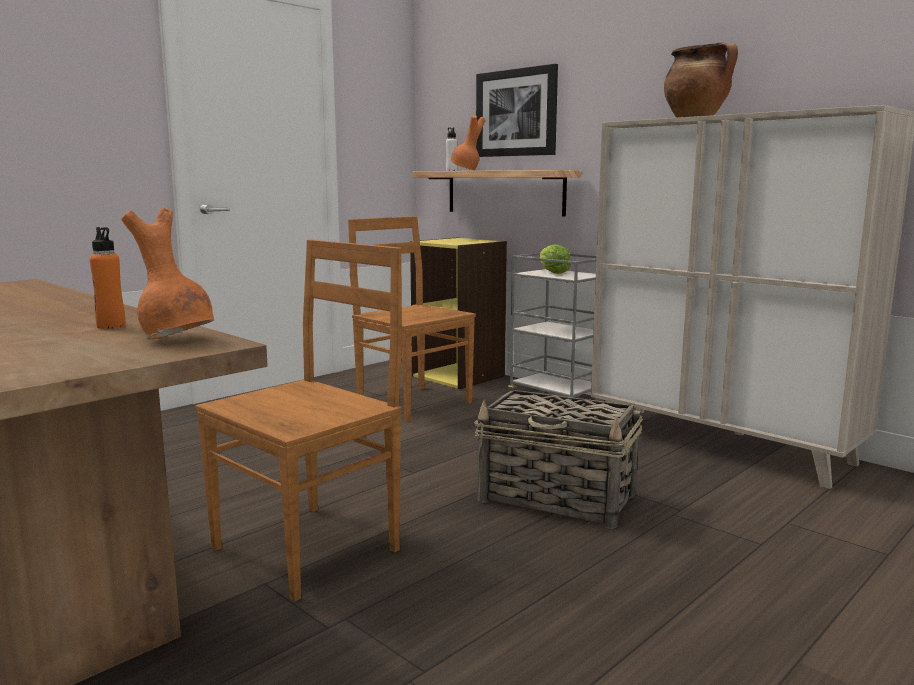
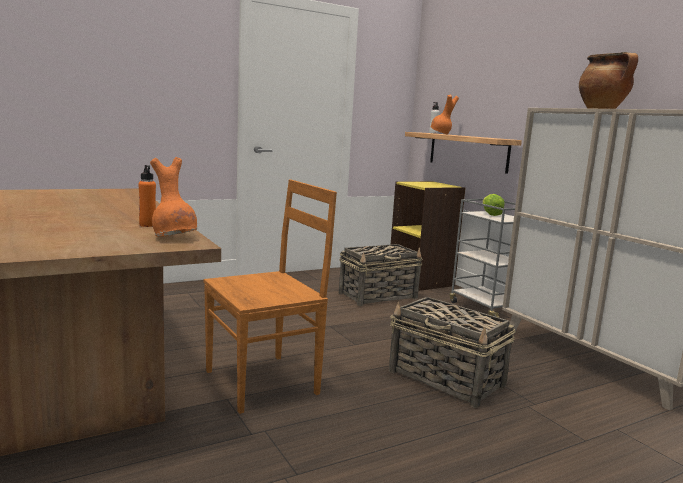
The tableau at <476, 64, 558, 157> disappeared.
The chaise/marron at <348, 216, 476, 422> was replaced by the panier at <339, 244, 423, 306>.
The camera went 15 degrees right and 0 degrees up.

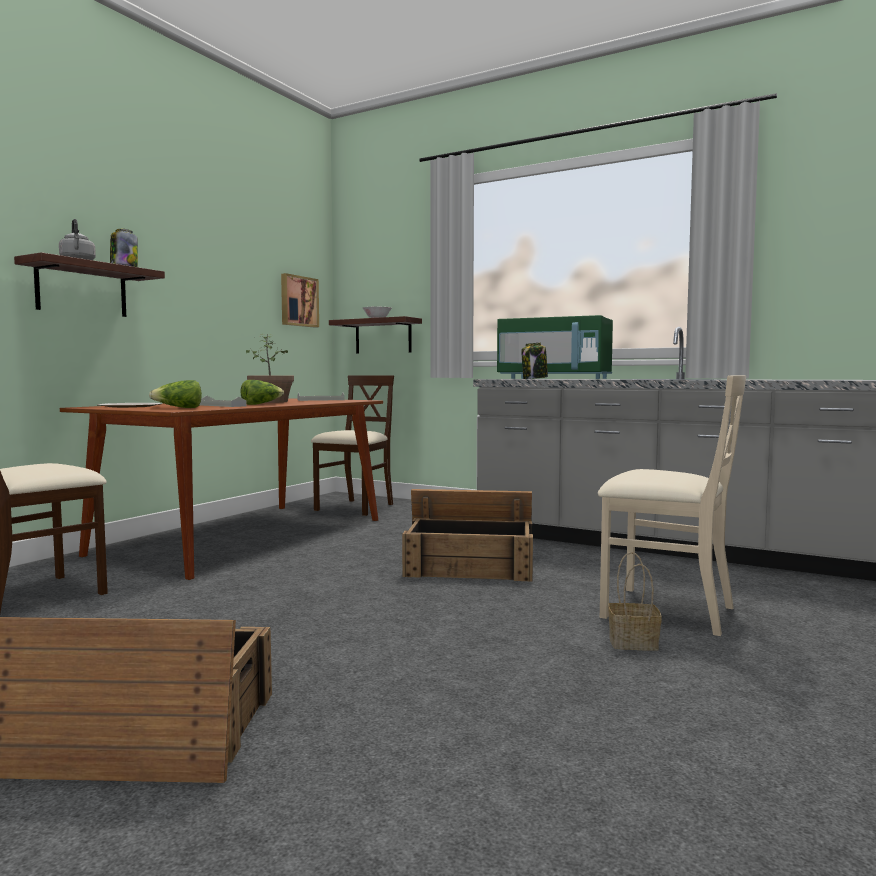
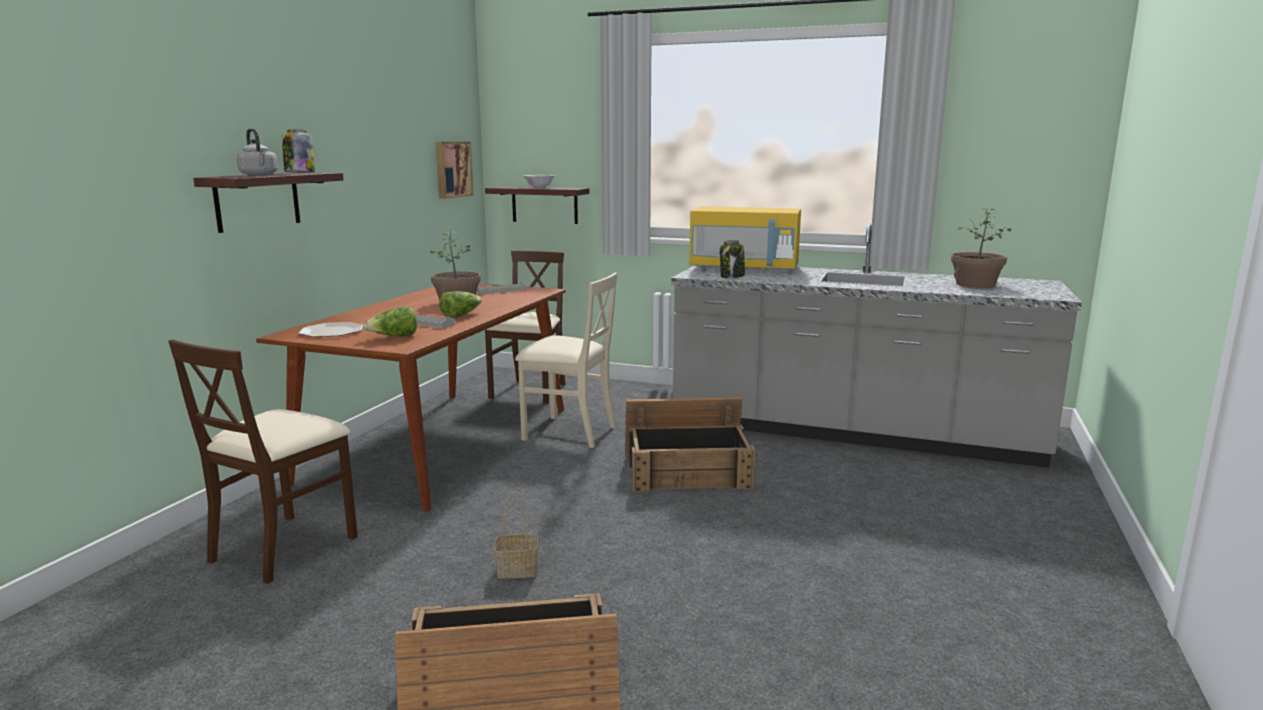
The plante en pot at <951, 209, 1011, 288> appeared.
The chaise/beige moved from <598, 375, 746, 636> to <515, 273, 618, 448>.
The panier moved from <608, 552, 662, 651> to <495, 492, 538, 579>.
The micro-ondes/vert at <497, 315, 613, 379> became the micro-ondes/jaune at <689, 206, 801, 273>.
The camera went 10 degrees left and 10 degrees up.

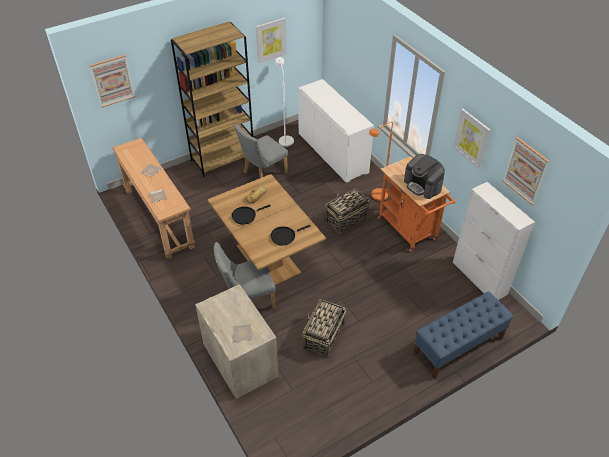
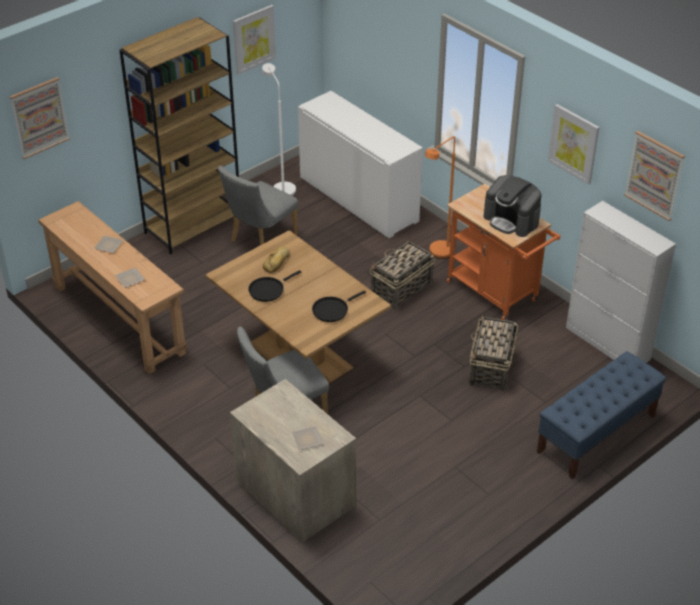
The panier moved from <302, 297, 346, 358> to <469, 314, 518, 391>.
The camera went 10 degrees left and 5 degrees down.

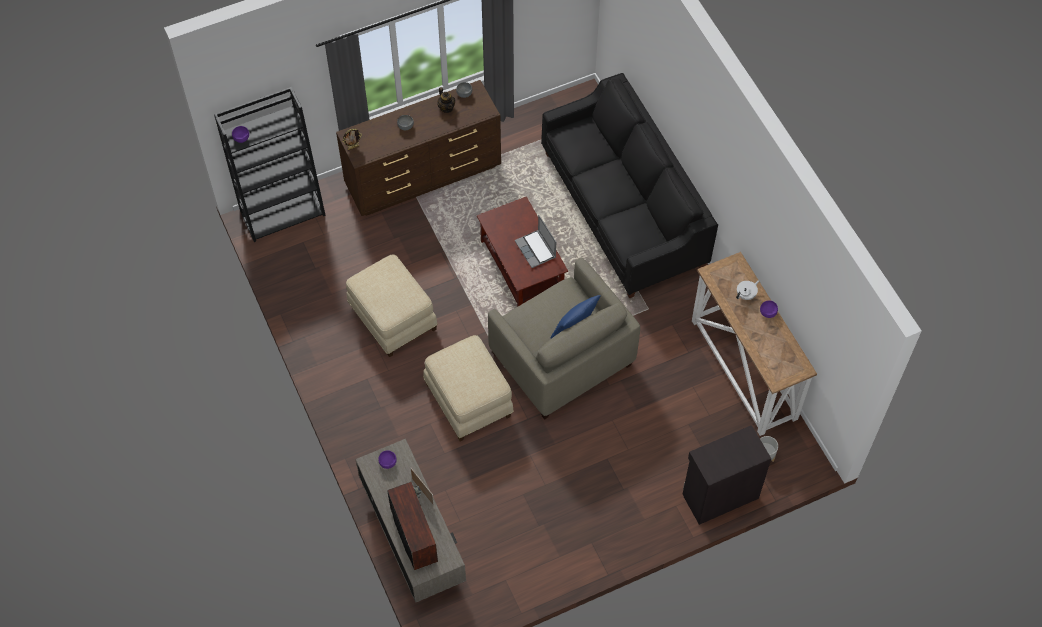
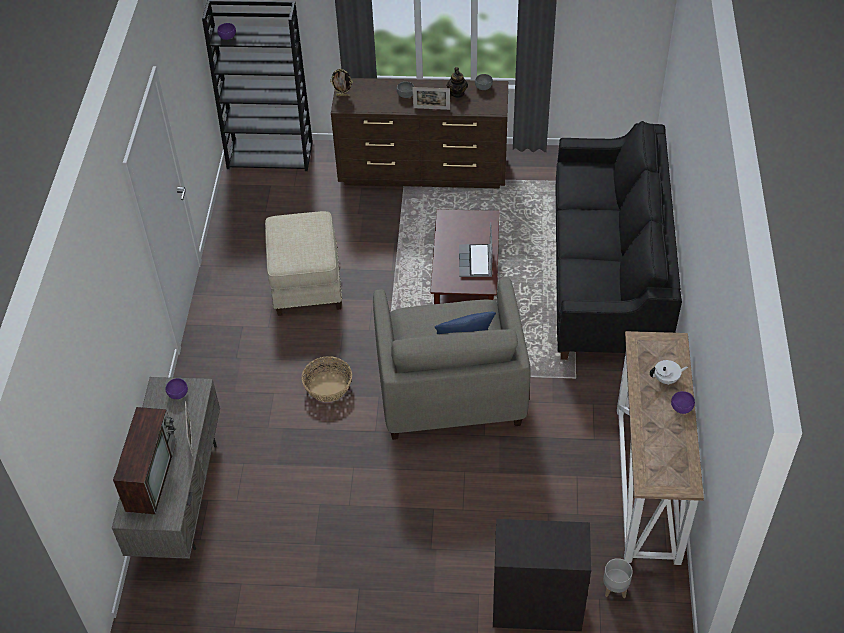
The cadre photo at <412, 87, 450, 110> appeared.
The pouf/beige at <423, 335, 514, 442> was replaced by the panier at <301, 356, 352, 402>.
The camera went 30 degrees right and 10 degrees down.

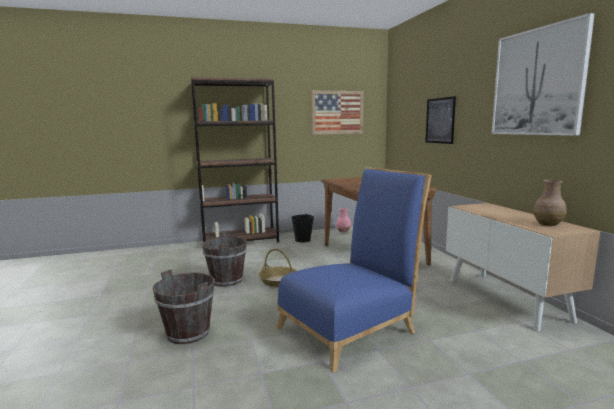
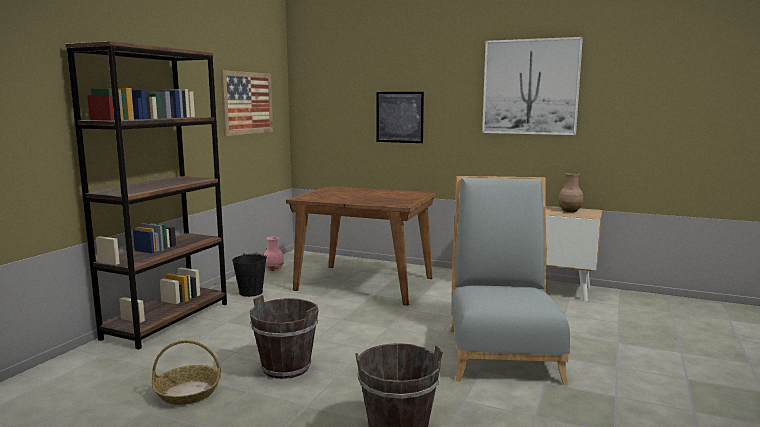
The panier moved from <259, 249, 297, 287> to <152, 340, 221, 405>.
The chaise/bleu at <276, 167, 432, 373> became the chaise/gris at <450, 176, 570, 385>.
The camera went 50 degrees left and 0 degrees up.

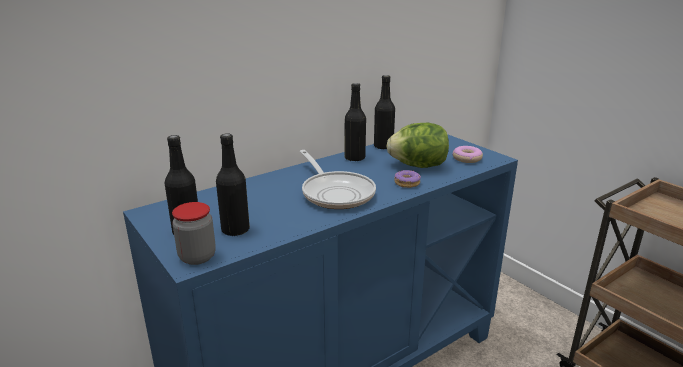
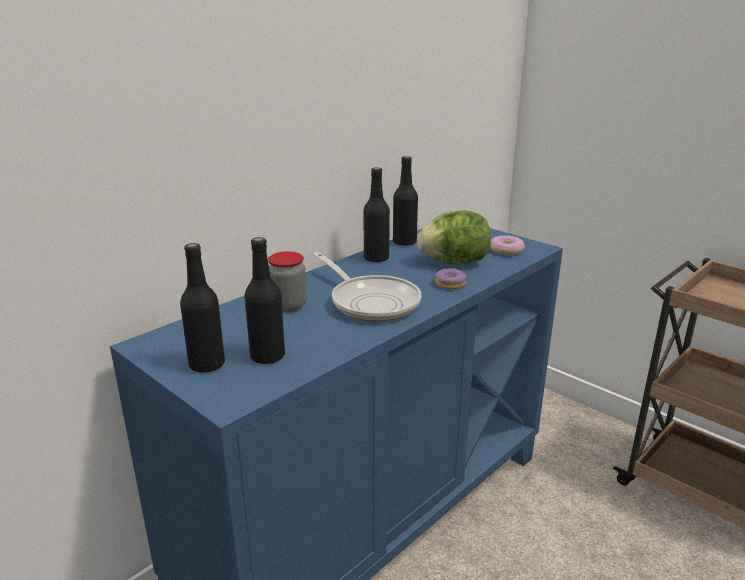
The bocal moved from <172, 202, 216, 265> to <268, 251, 307, 312>.
The camera went 10 degrees left and 0 degrees up.

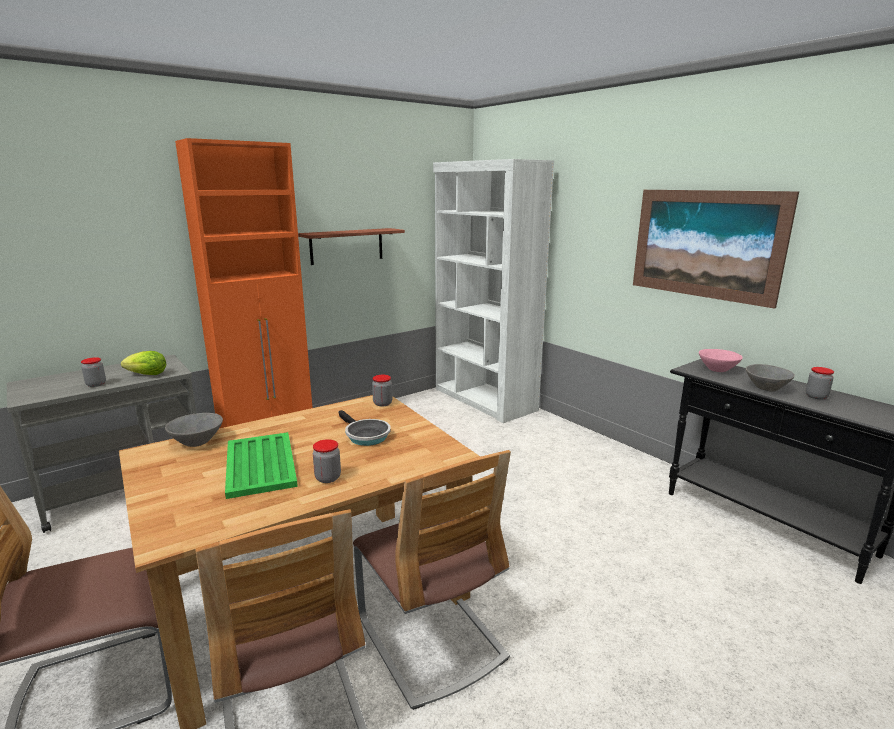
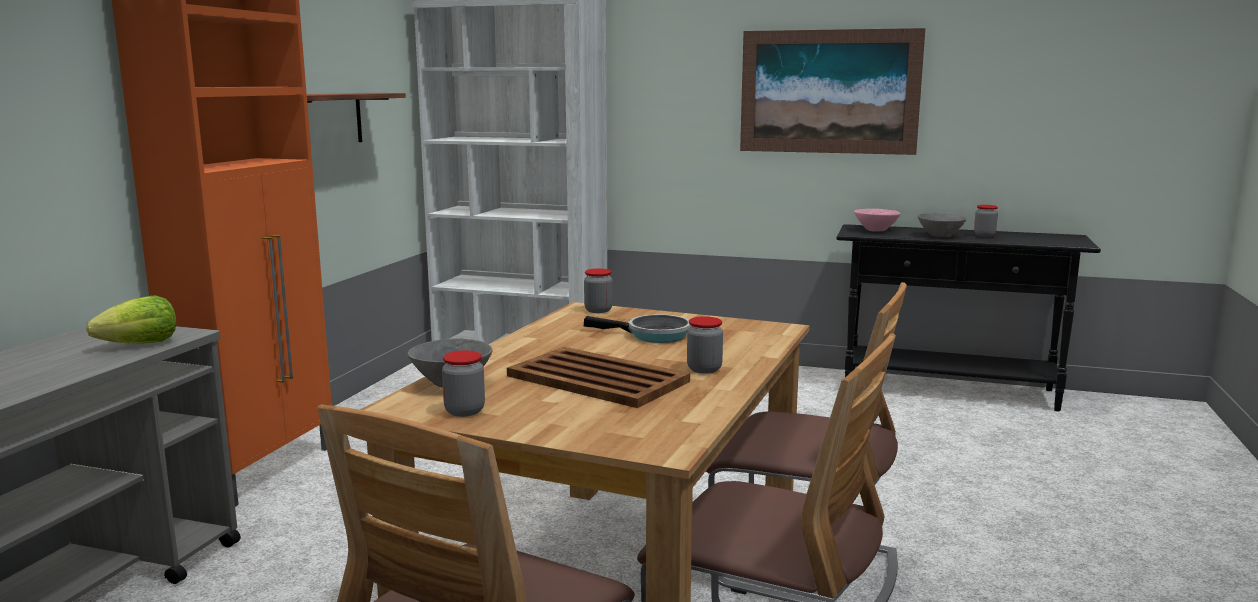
The bocal moved from <81, 357, 106, 387> to <442, 350, 485, 417>.
The plateau/vert at <225, 432, 298, 499> became the plateau/marron at <507, 347, 690, 408>.
The camera went 35 degrees left and 5 degrees down.

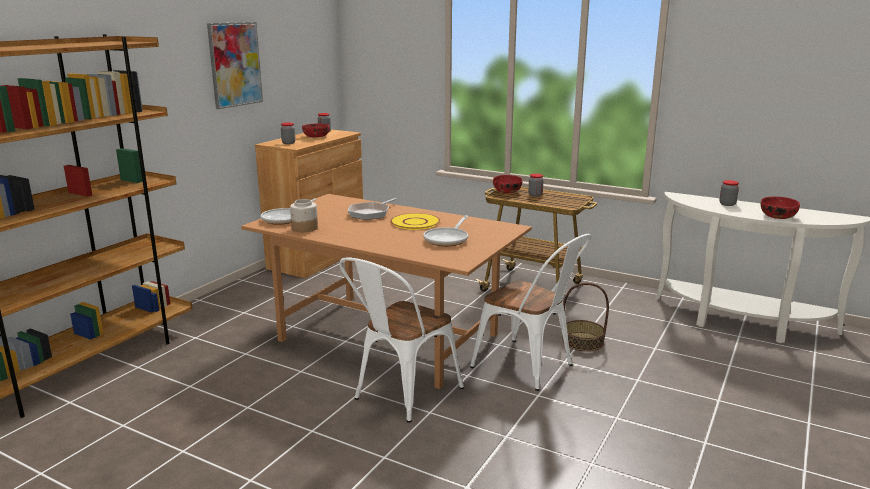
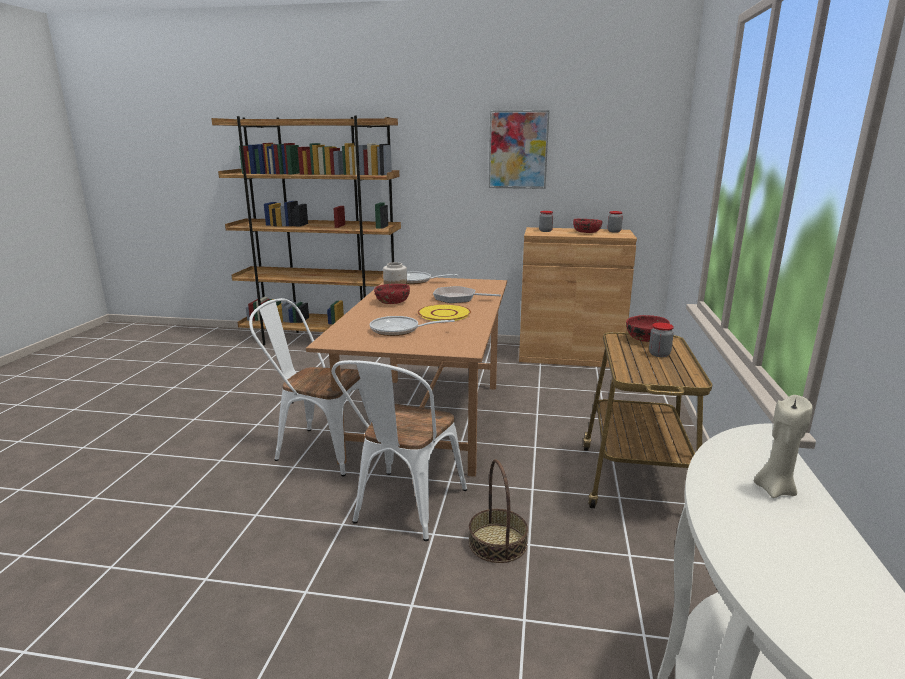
The bol/rouge moved from <761, 197, 800, 219> to <374, 284, 410, 304>.
The bocal at <719, 180, 739, 206> was replaced by the bougie/beige at <754, 395, 813, 498>.
The camera went 70 degrees right and 0 degrees up.

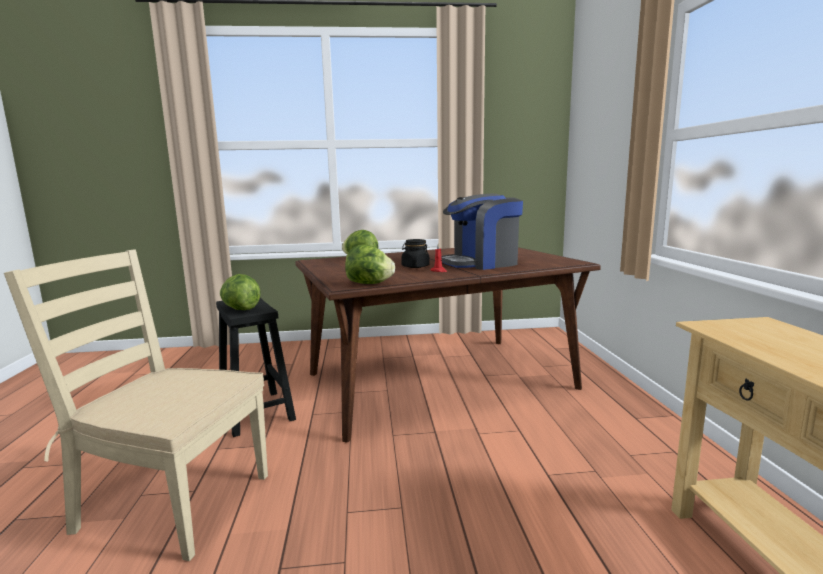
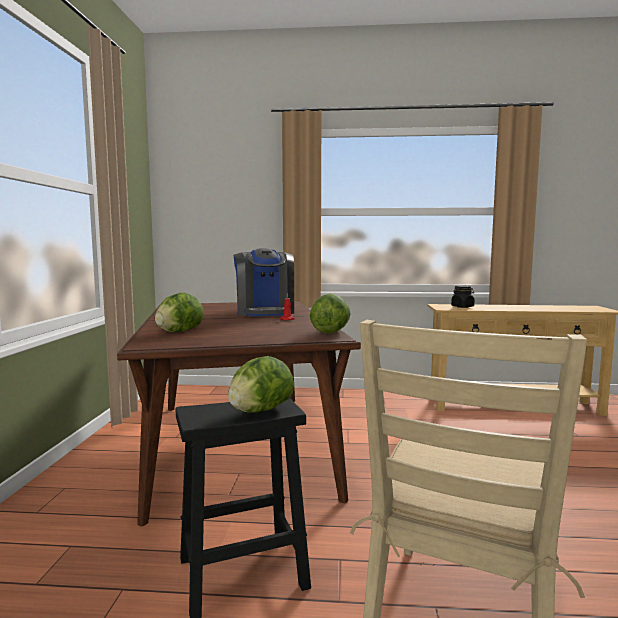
The bocal/noir moved from <401, 239, 430, 268> to <451, 286, 474, 308>.
The camera went 80 degrees left and 5 degrees down.

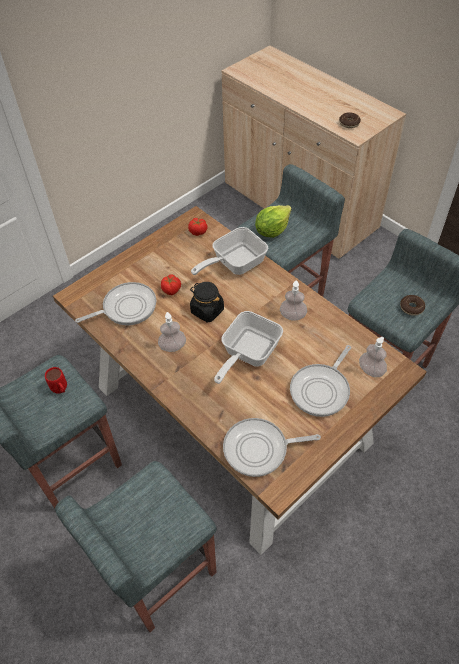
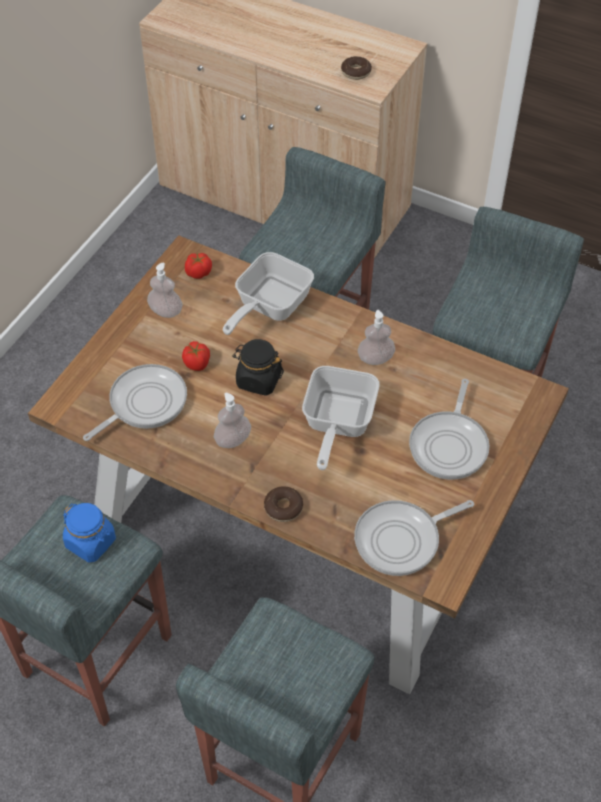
The laitue at <255, 205, 292, 238> disappeared.
The distributeur de savon moved from <359, 337, 387, 377> to <147, 263, 183, 318>.
The beignet moved from <400, 295, 425, 316> to <264, 486, 303, 522>.
The mug/rouge at <45, 367, 67, 394> was replaced by the bocal/bleu at <63, 503, 116, 563>.
The camera went 20 degrees left and 0 degrees up.

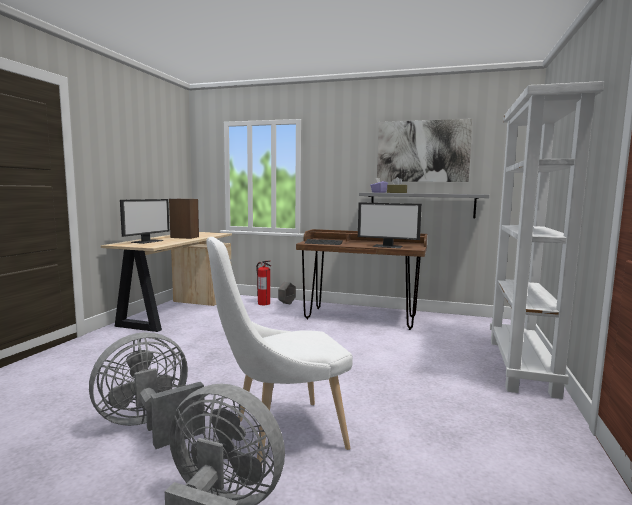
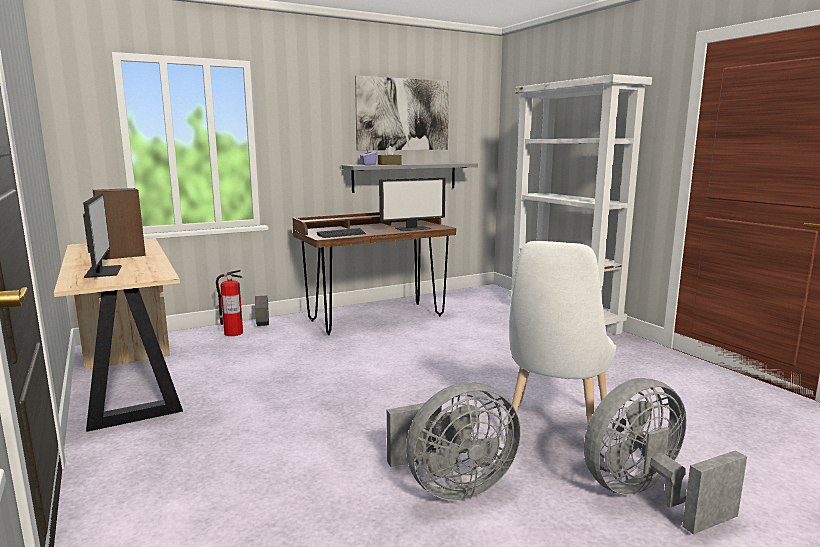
The ventilateur/gris at <89, 332, 205, 449> turned 120 degrees counterclockwise.
The camera went 45 degrees left and 5 degrees up.

